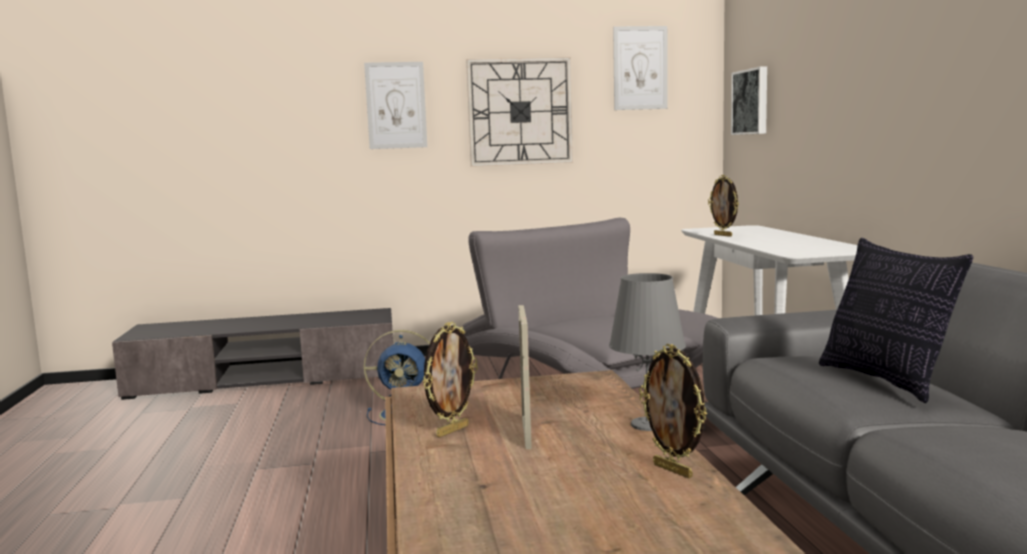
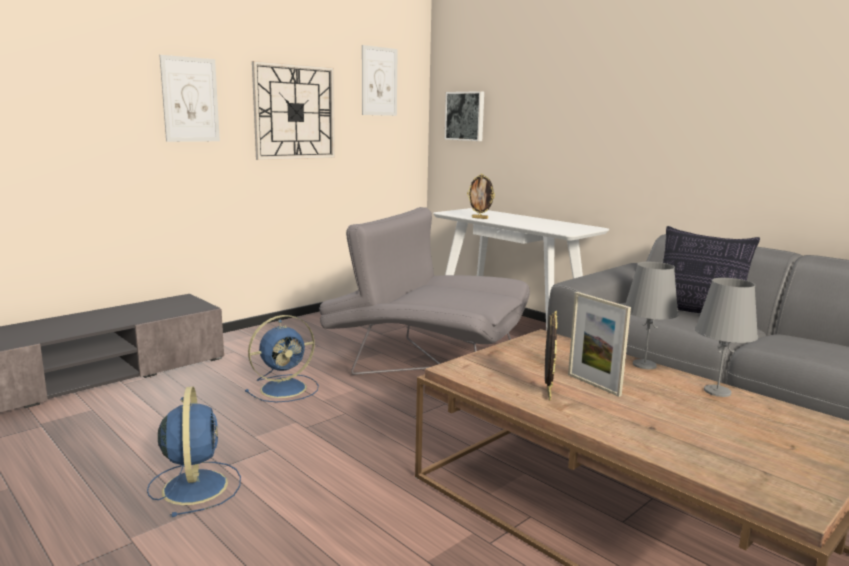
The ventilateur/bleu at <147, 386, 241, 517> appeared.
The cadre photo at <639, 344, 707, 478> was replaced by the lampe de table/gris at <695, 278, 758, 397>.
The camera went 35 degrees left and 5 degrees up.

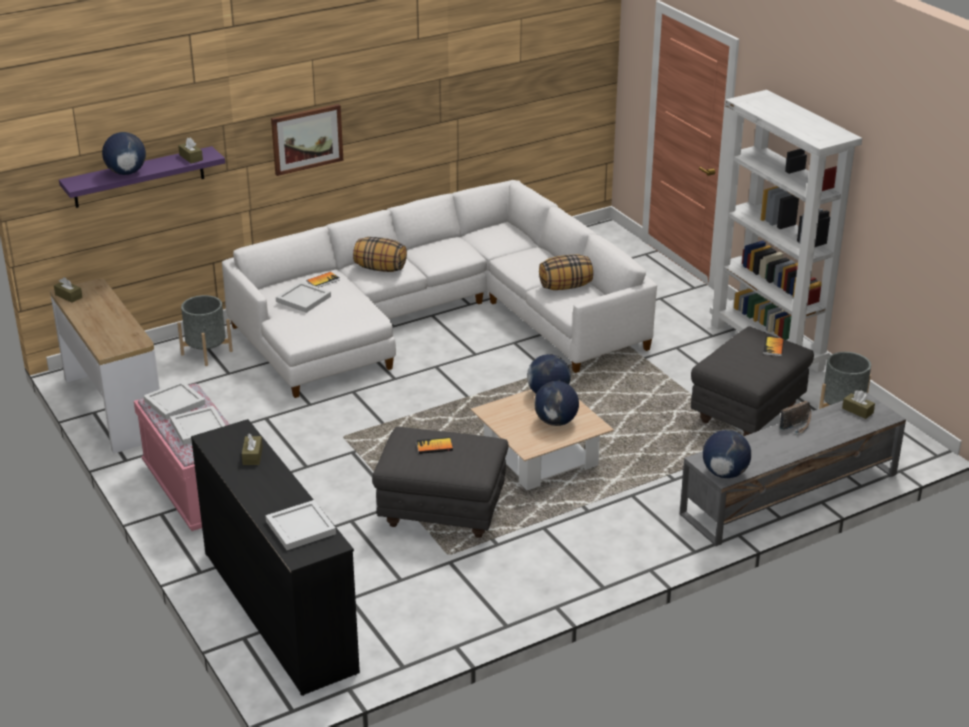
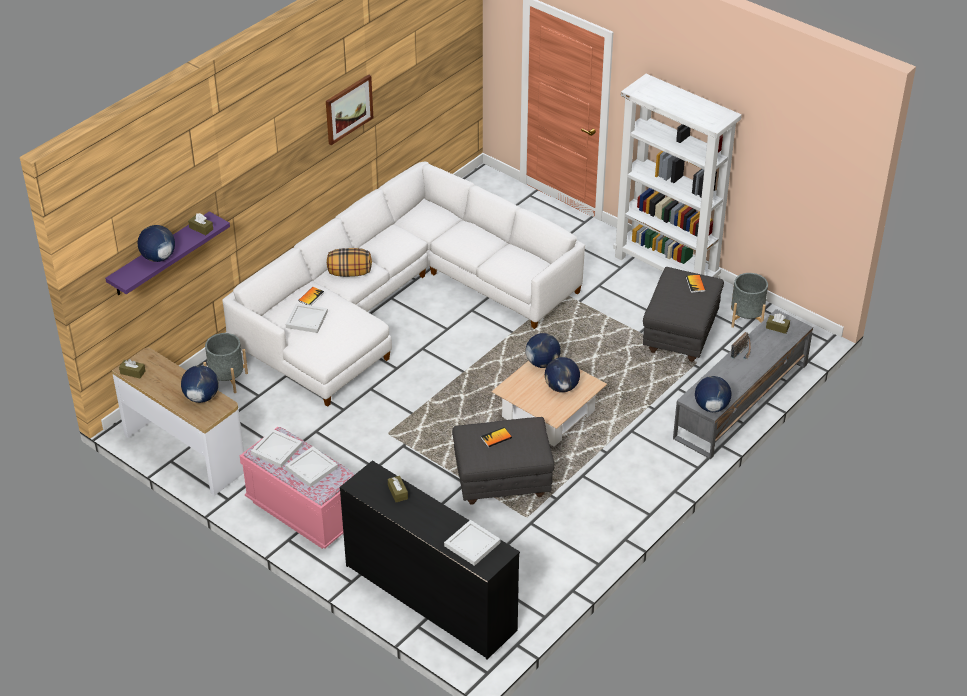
The coussin at <539, 255, 593, 290> disappeared.
The globe at <181, 365, 219, 403> appeared.
The tableau moved from <271, 104, 343, 176> to <326, 74, 373, 145>.
The camera went 20 degrees left and 10 degrees up.

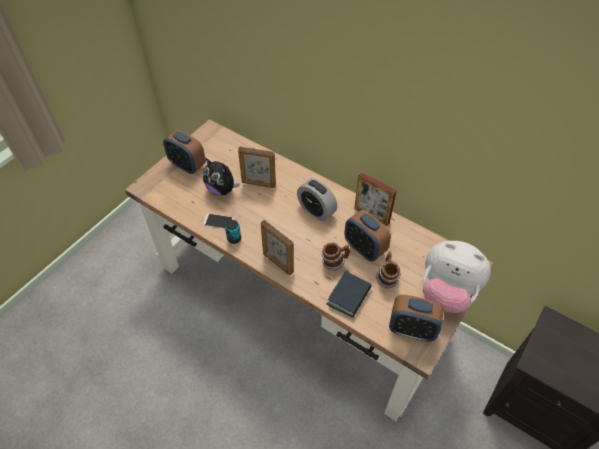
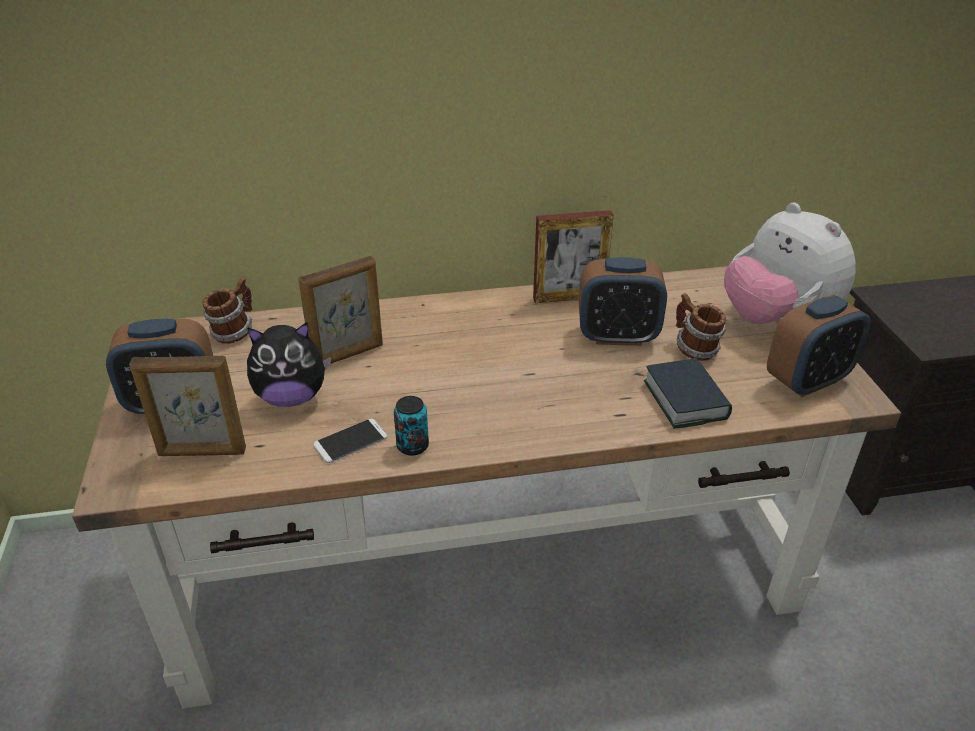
The réveil at <297, 179, 337, 221> disappeared.
The cadre photo moved from <261, 220, 294, 275> to <129, 356, 246, 456>.
The mug moved from <321, 242, 350, 271> to <203, 278, 252, 344>.
The peluche at <423, 241, 491, 313> turned 75 degrees clockwise.
The camera went 45 degrees left and 15 degrees down.

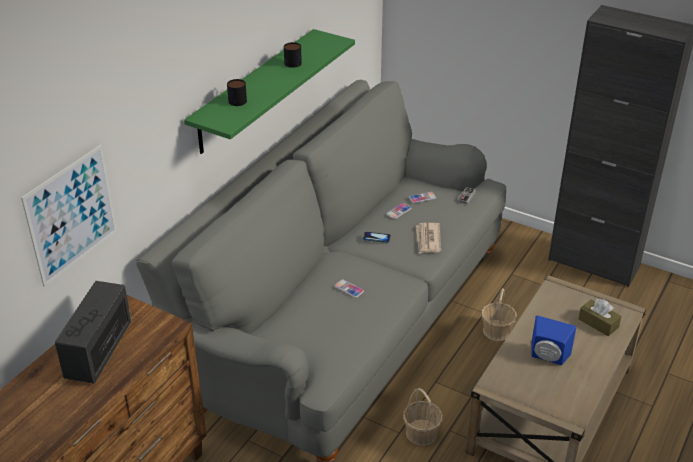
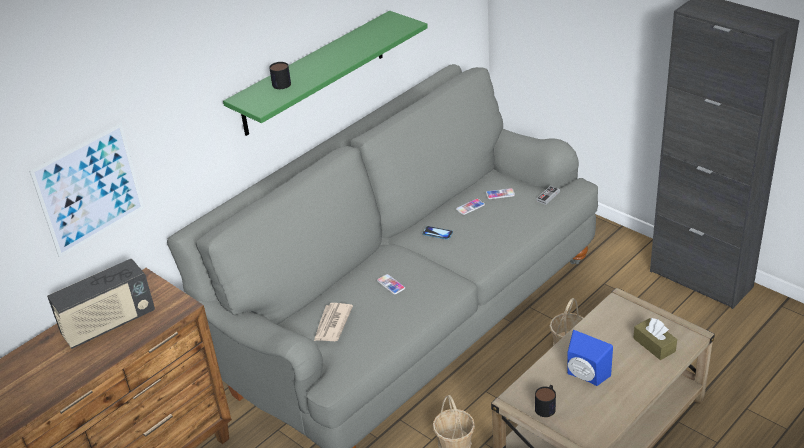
The mug moved from <284, 42, 302, 68> to <535, 385, 556, 417>.
The journal moved from <416, 223, 441, 254> to <314, 303, 353, 341>.
The radio at <55, 281, 131, 384> turned 150 degrees counterclockwise.
The camera went 15 degrees right and 0 degrees up.

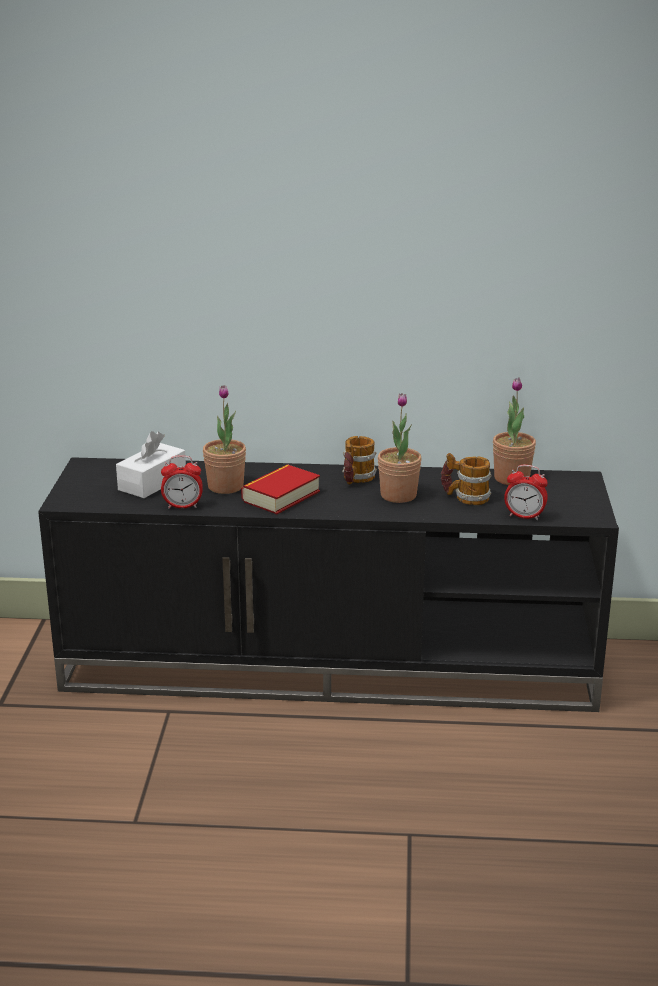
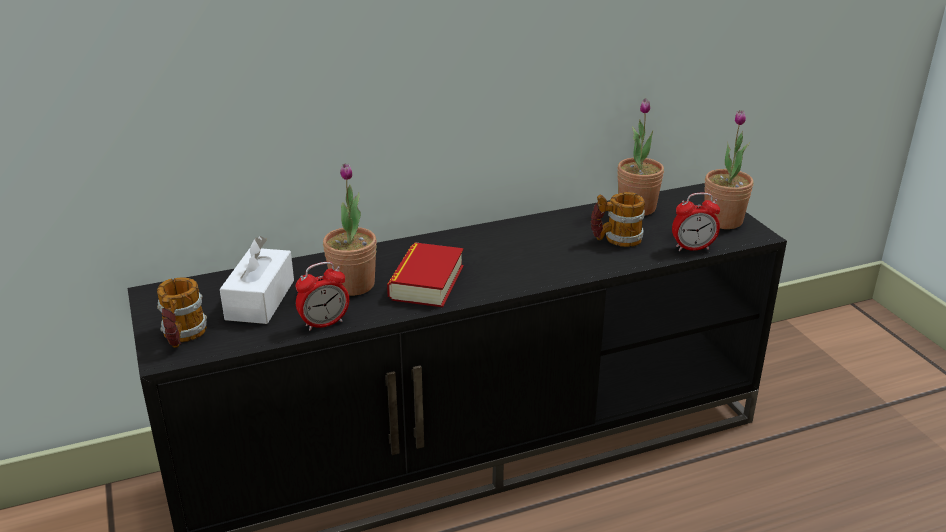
The mug moved from <342, 436, 377, 484> to <157, 277, 207, 348>.
The plante en pot moved from <378, 393, 422, 503> to <704, 110, 753, 229>.
The camera went 25 degrees left and 5 degrees up.

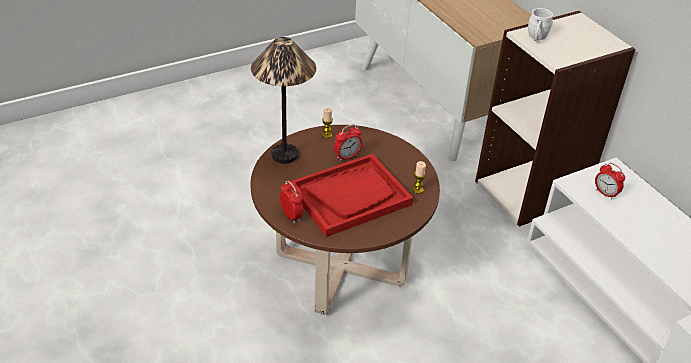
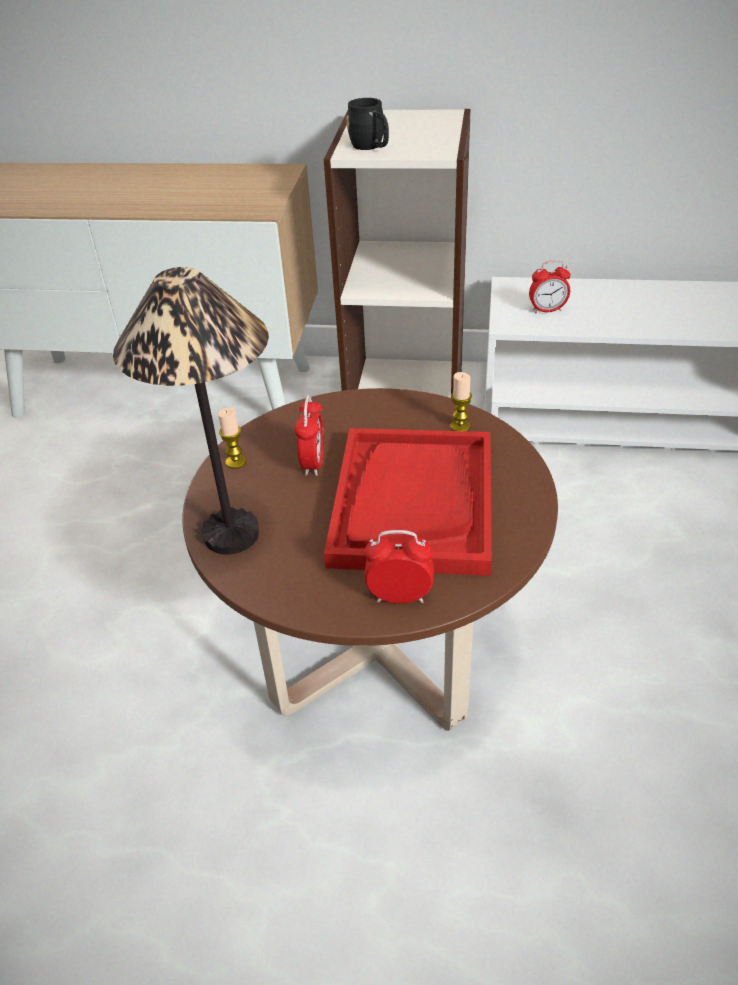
The mug/blanc at <528, 8, 553, 41> became the mug/noir at <346, 98, 389, 150>.
The camera went 50 degrees left and 0 degrees up.

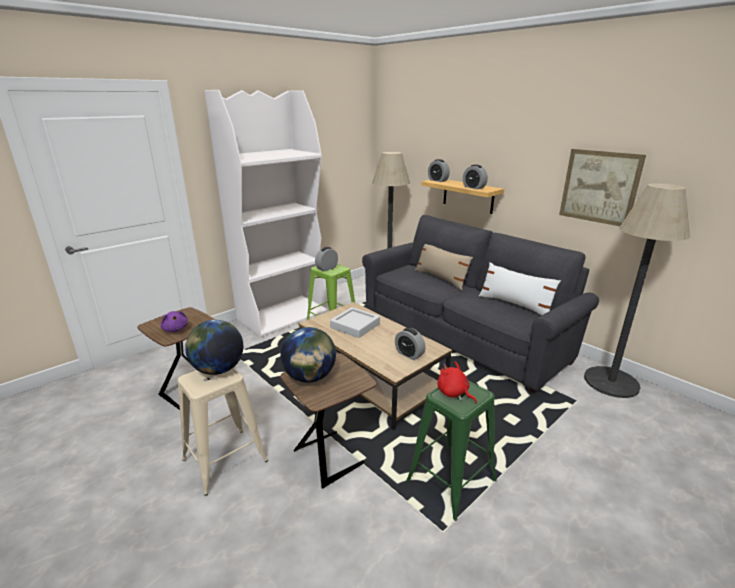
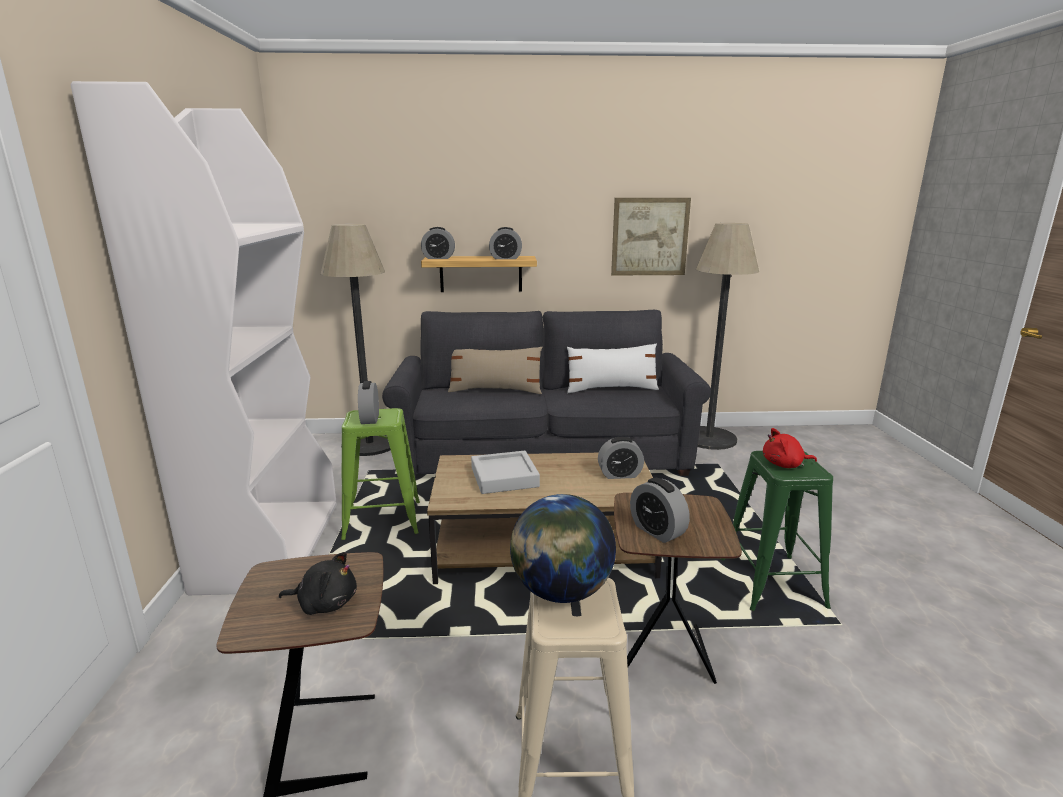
The globe at <280, 327, 336, 383> was replaced by the réveil at <630, 477, 690, 543>.
The peluche/violet at <161, 311, 188, 332> became the peluche/noir at <279, 552, 357, 615>.
The camera went 50 degrees left and 5 degrees down.

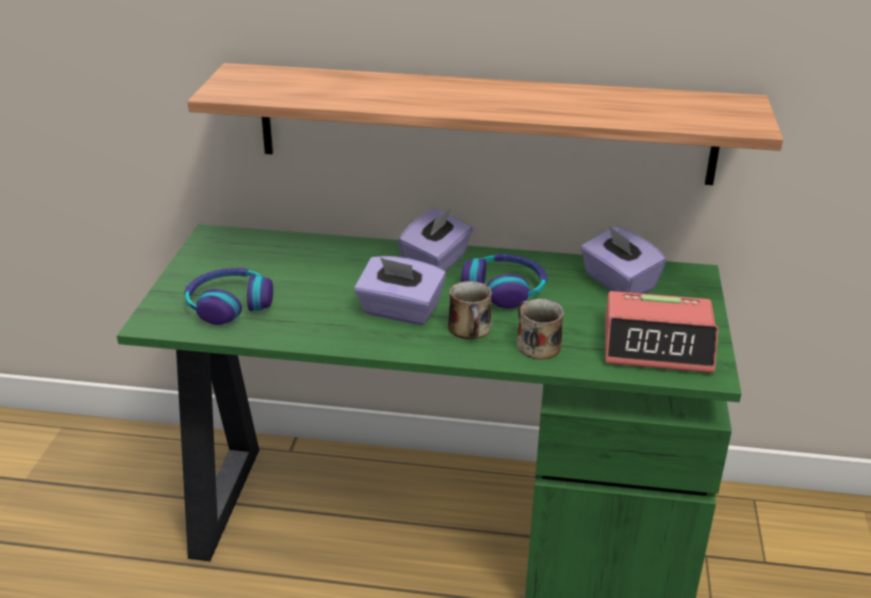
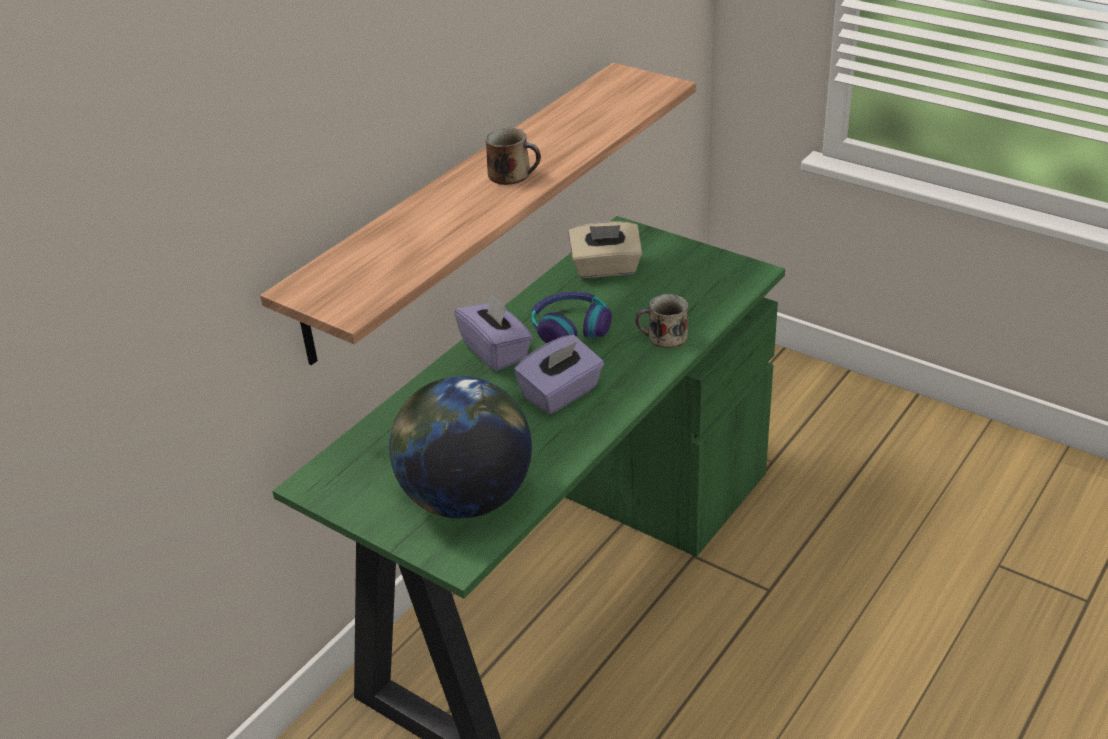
The réveil at <605, 291, 719, 373> disappeared.
The mug moved from <448, 281, 492, 339> to <485, 128, 541, 185>.
The casque audio at <184, 268, 273, 325> was replaced by the globe at <389, 376, 532, 519>.
The boîte à mouchoirs/violet at <580, 226, 666, 294> became the boîte à mouchoirs/beige at <568, 221, 642, 278>.
The camera went 60 degrees left and 5 degrees up.

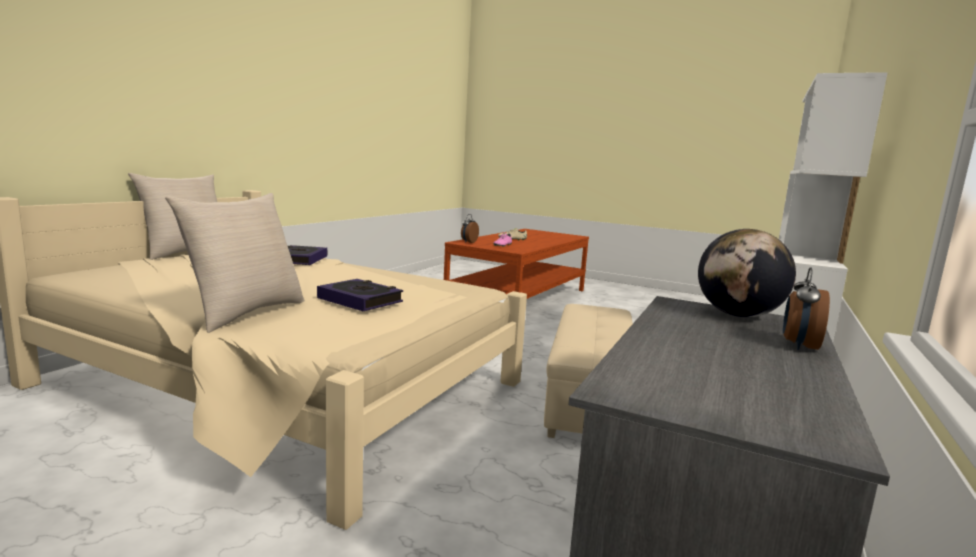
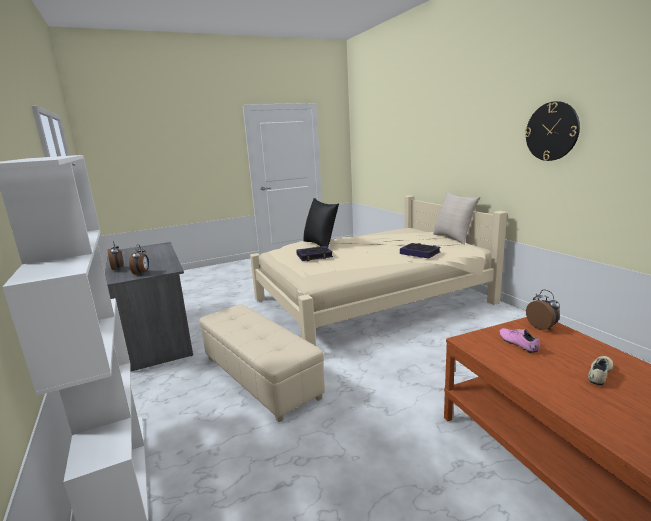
The horloge murale at <525, 101, 580, 161> appeared.
The globe at <698, 229, 796, 317> was replaced by the réveil at <129, 244, 149, 275>.
The coussin/beige at <165, 193, 305, 333> became the coussin/noir at <303, 198, 339, 247>.
The camera went 130 degrees right and 5 degrees up.

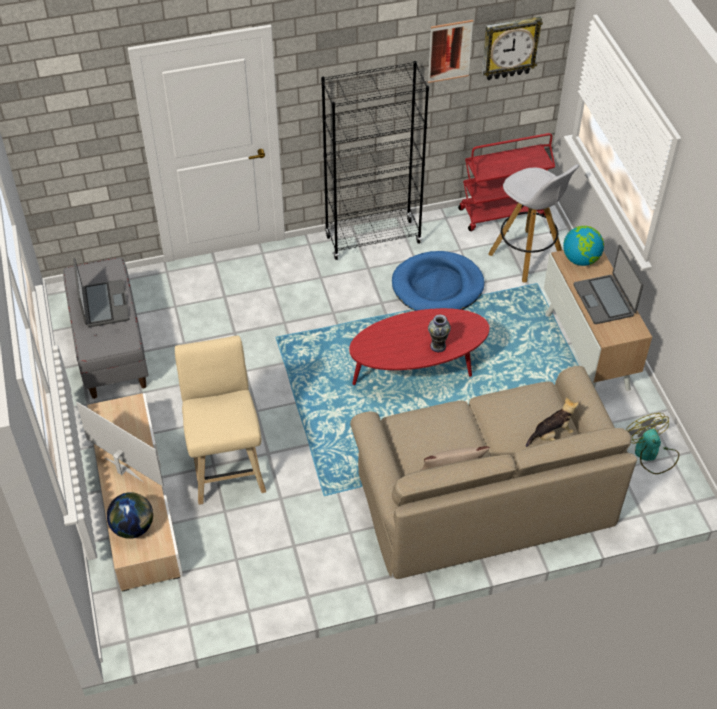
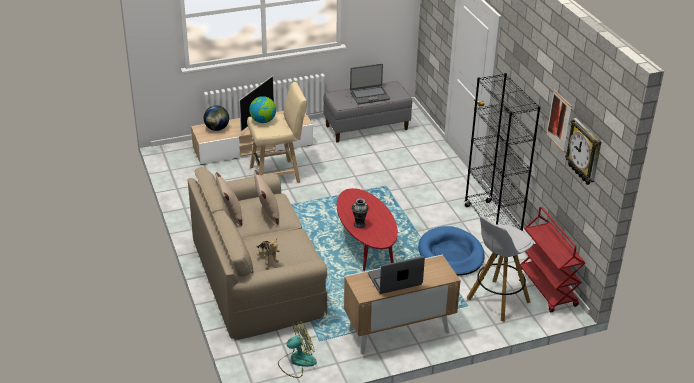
The coussin/beige at <254, 170, 279, 225> appeared.
The globe moved from <563, 226, 604, 266> to <249, 96, 276, 123>.
The camera went 85 degrees right and 15 degrees down.

